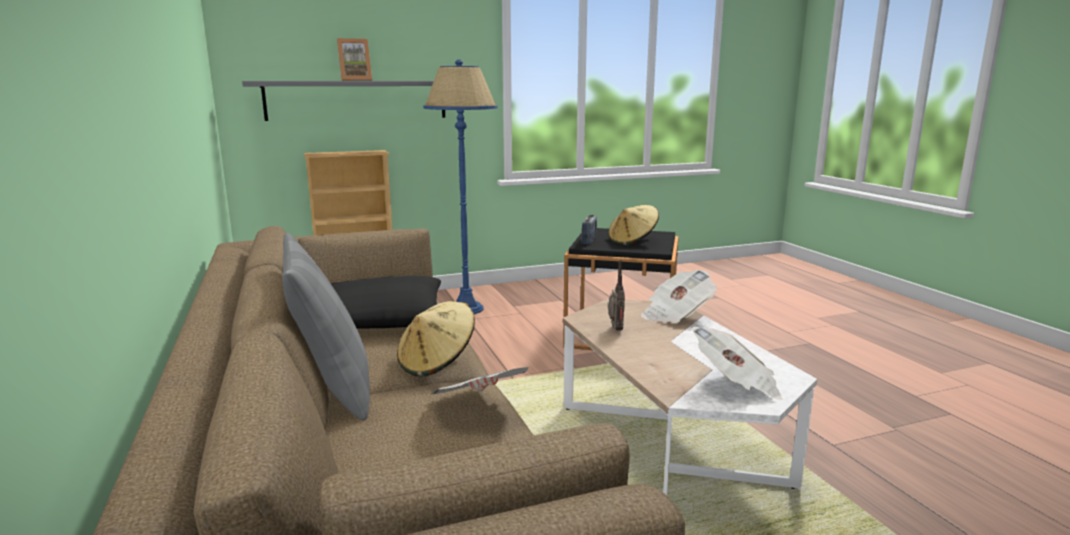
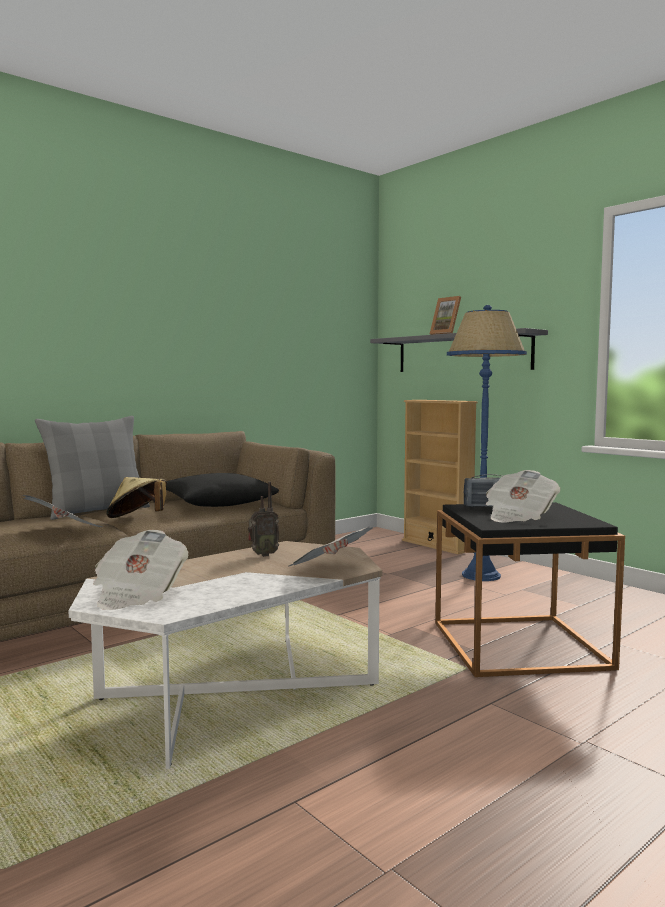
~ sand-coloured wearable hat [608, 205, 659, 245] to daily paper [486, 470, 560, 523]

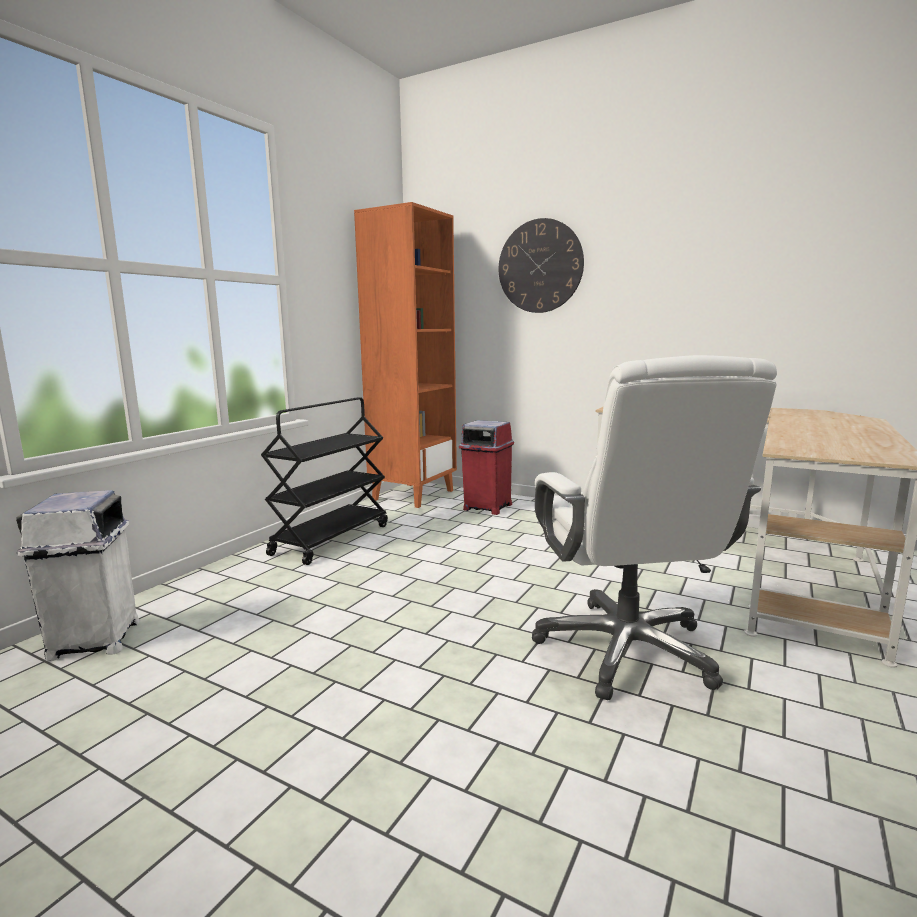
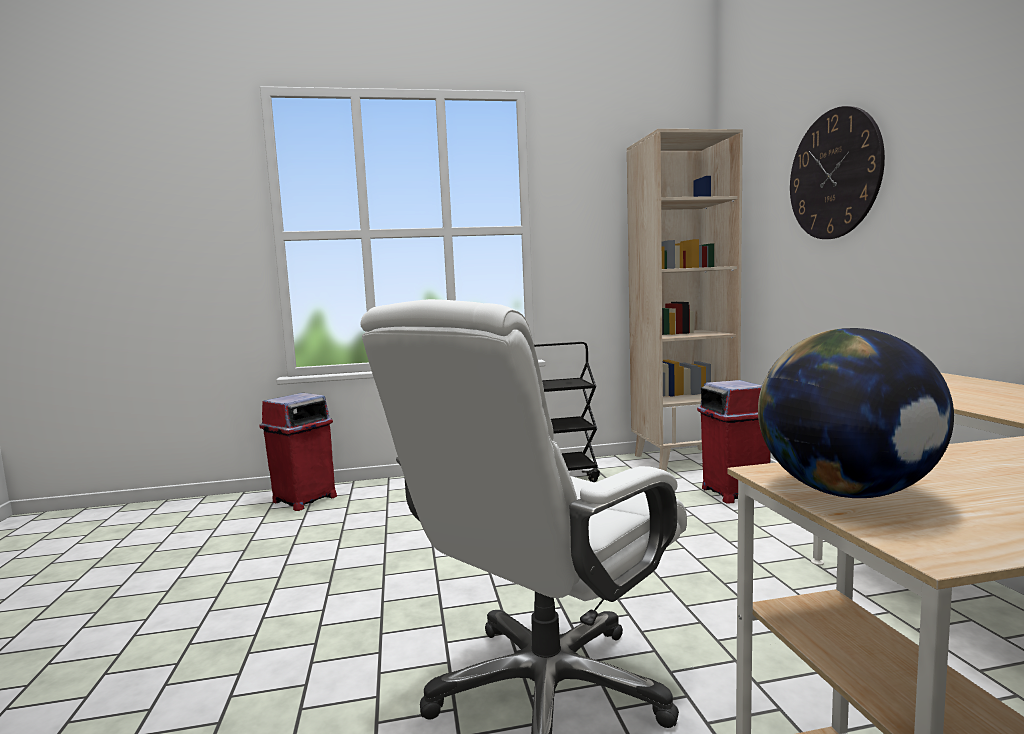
~ whitish trash can [16, 490, 139, 661] to red trash can [260, 393, 337, 511]
~ orange bookshelf [354, 202, 457, 508] to sand-coloured bookshelf [627, 129, 743, 471]
+ desk globe [758, 328, 954, 498]

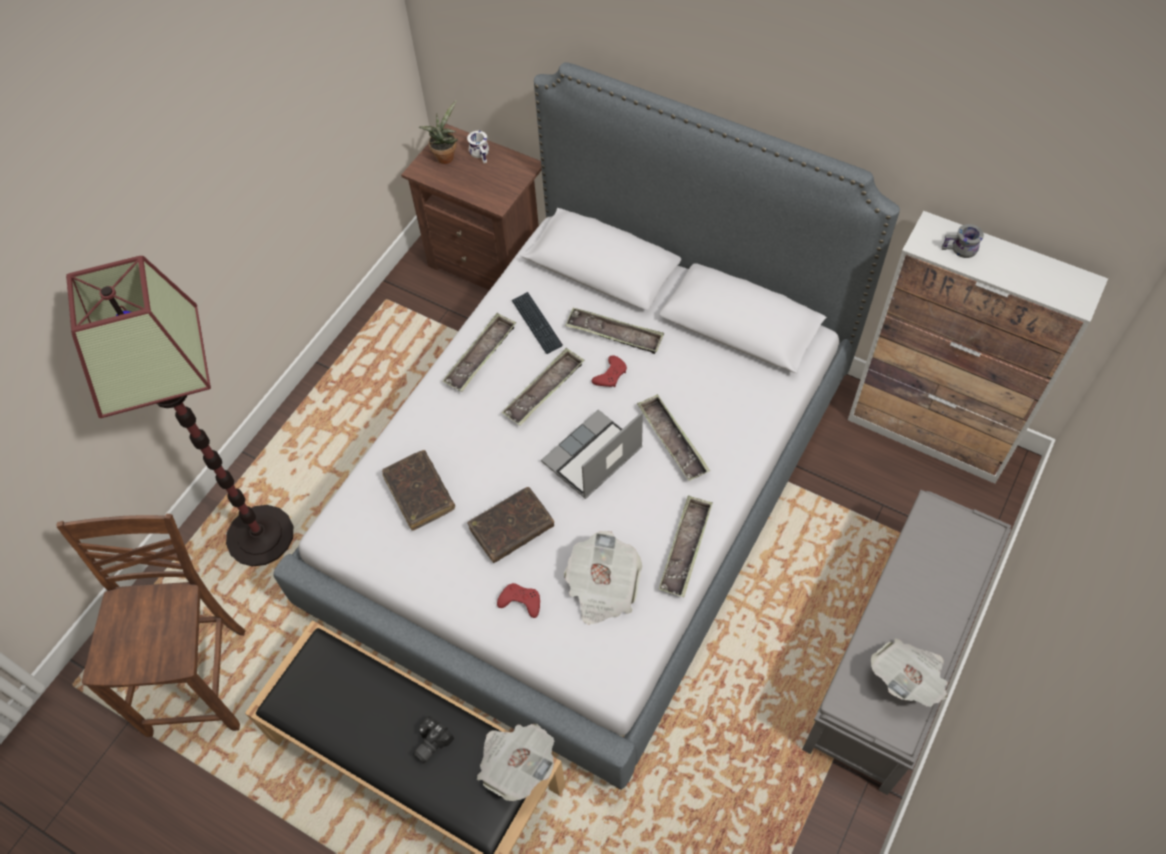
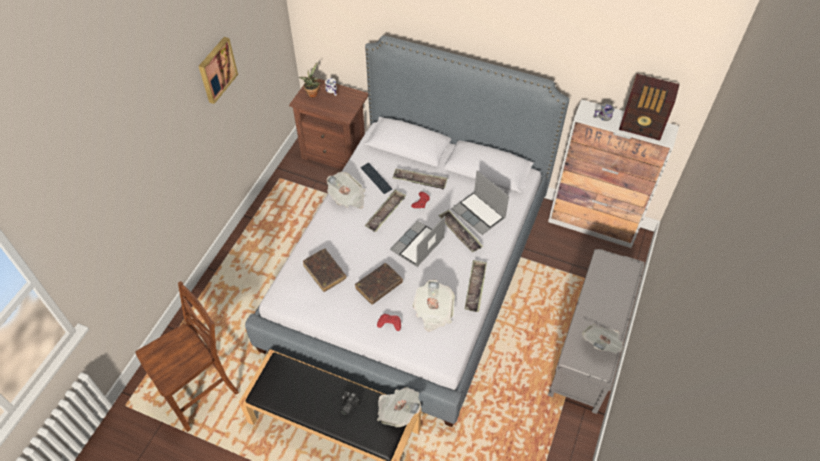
~ brown-coloured plain chair [57, 514, 246, 737] = [135, 281, 239, 432] 60 degrees clockwise
+ wall picture [199, 37, 238, 104]
~ carrying tray [443, 313, 516, 392] to daily paper [327, 172, 365, 209]
+ portable computer [452, 171, 509, 235]
+ radio set [619, 74, 680, 140]
- floor lamp [66, 256, 293, 566]

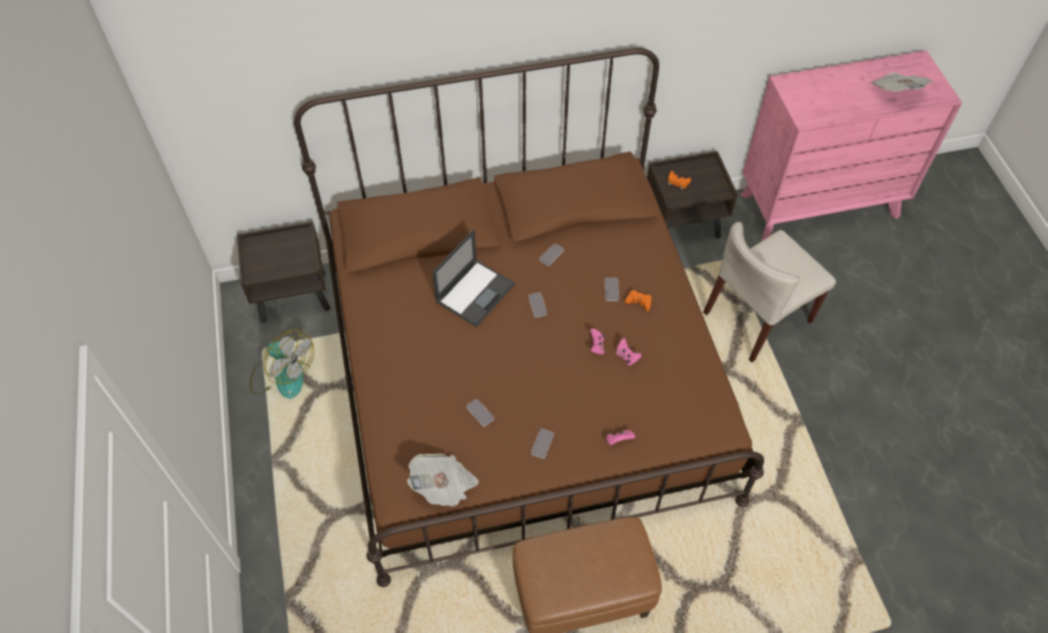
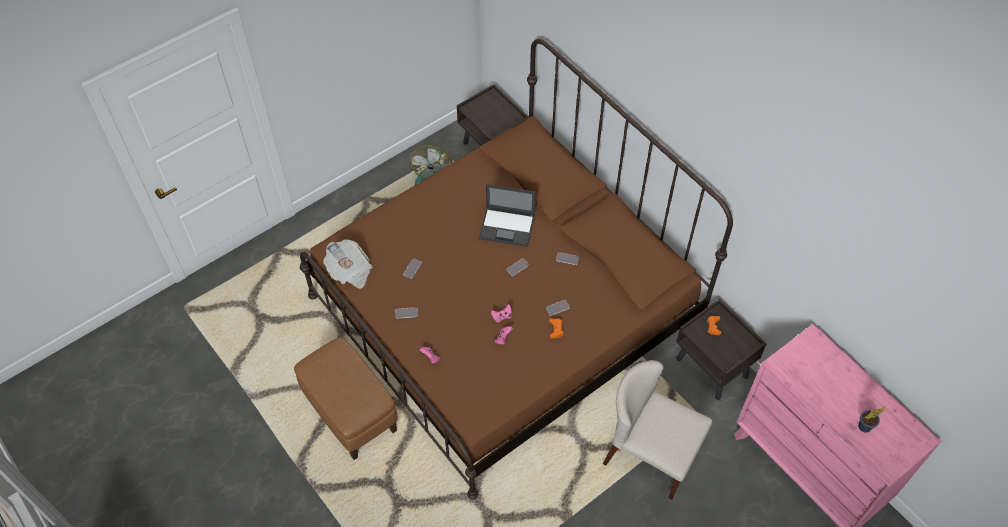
~ daily paper [871, 72, 933, 92] to houseplant [858, 407, 885, 432]

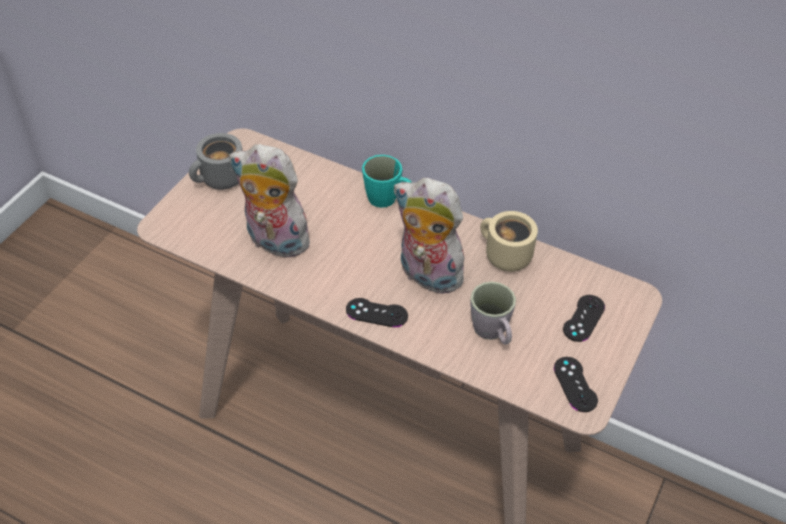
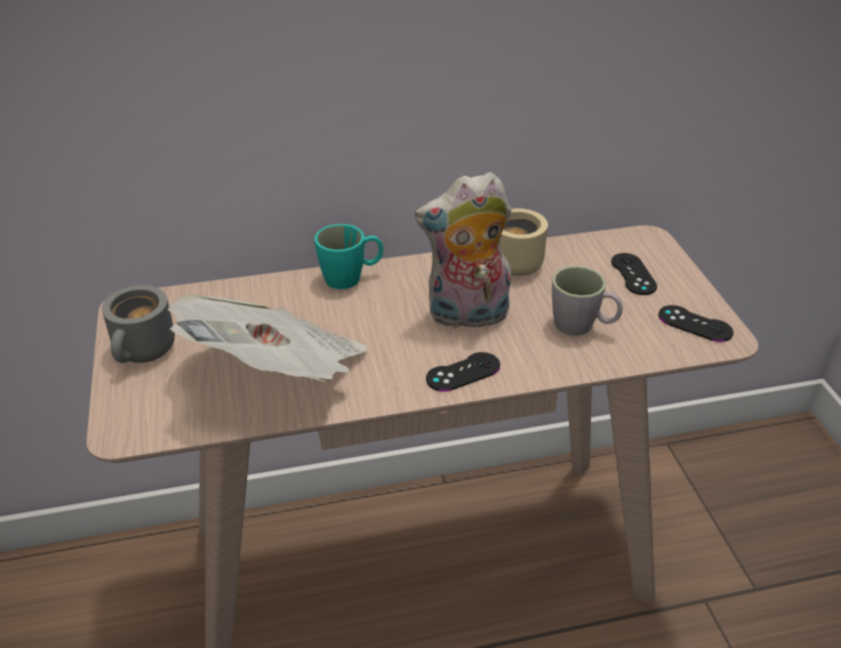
~ cuddly toy [229, 144, 313, 260] to daily paper [168, 294, 367, 382]

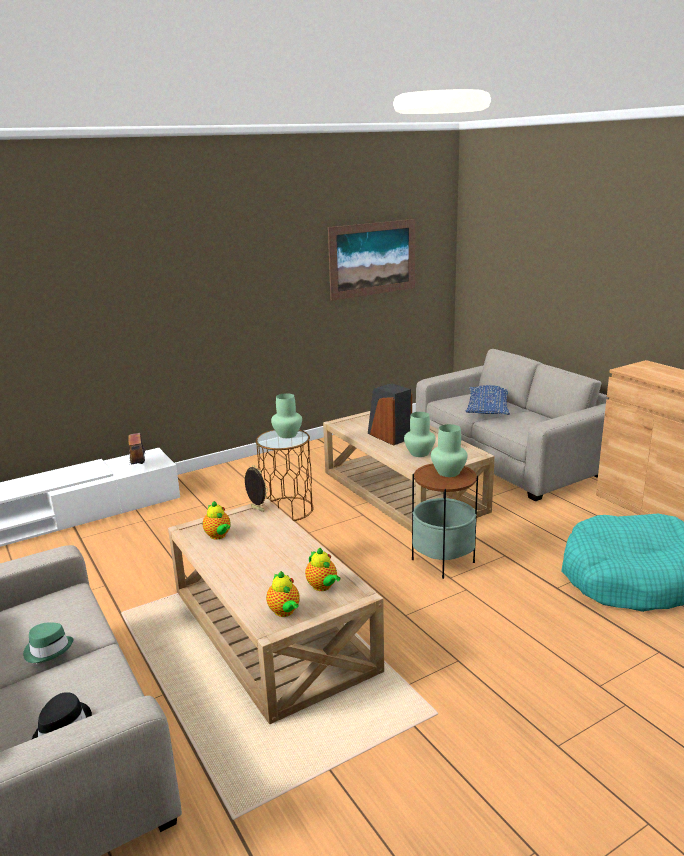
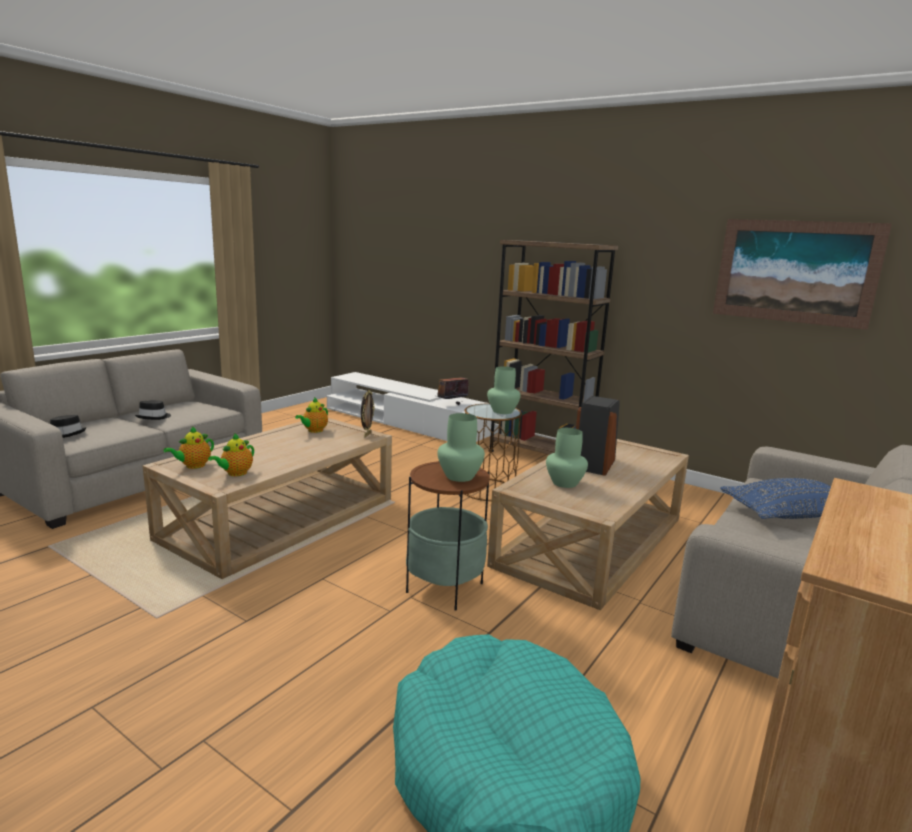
~ greenish wearable hat [23, 622, 73, 663] to blackish wearable hat [135, 400, 171, 420]
+ brown-coloured bookshelf [489, 240, 618, 455]

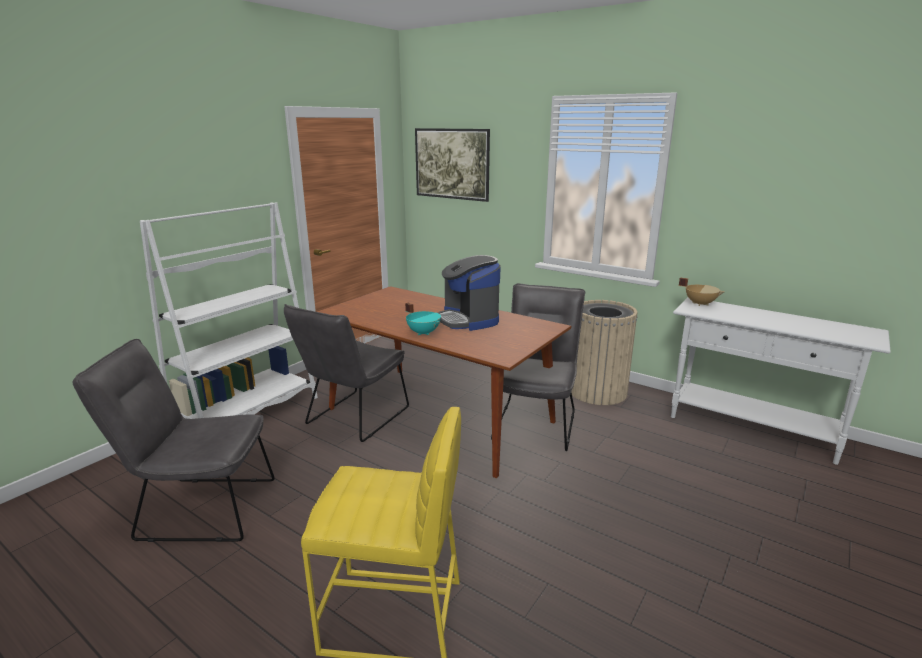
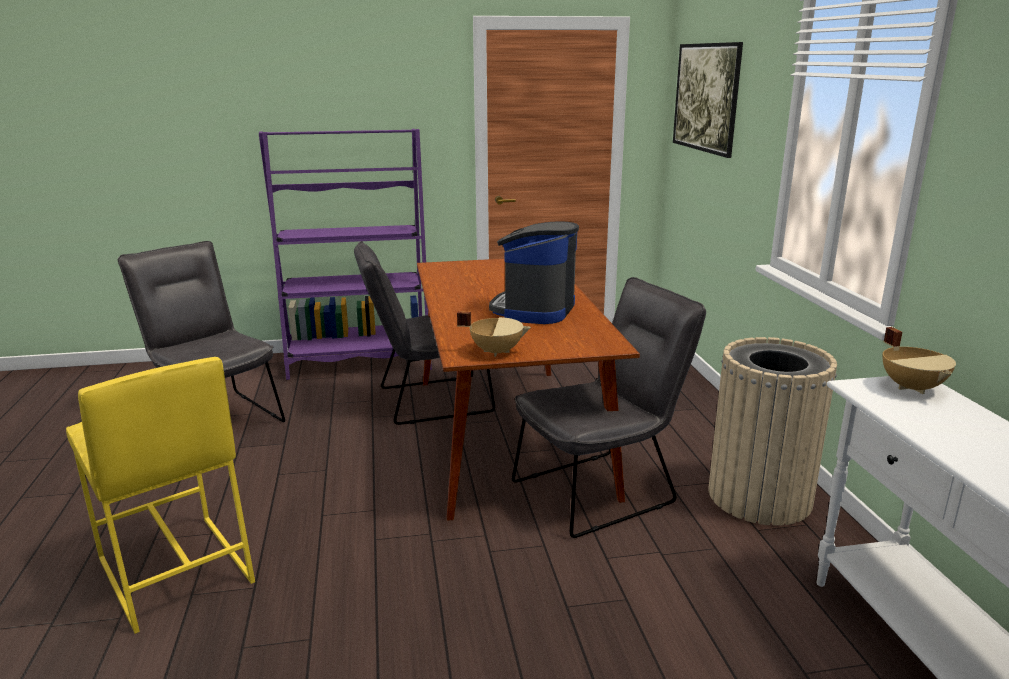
~ whitish bookshelf [140, 202, 318, 419] to purple bookshelf [259, 129, 432, 380]
+ sand-coloured stockpot [457, 311, 531, 357]
- blue-green stockpot [405, 303, 441, 335]

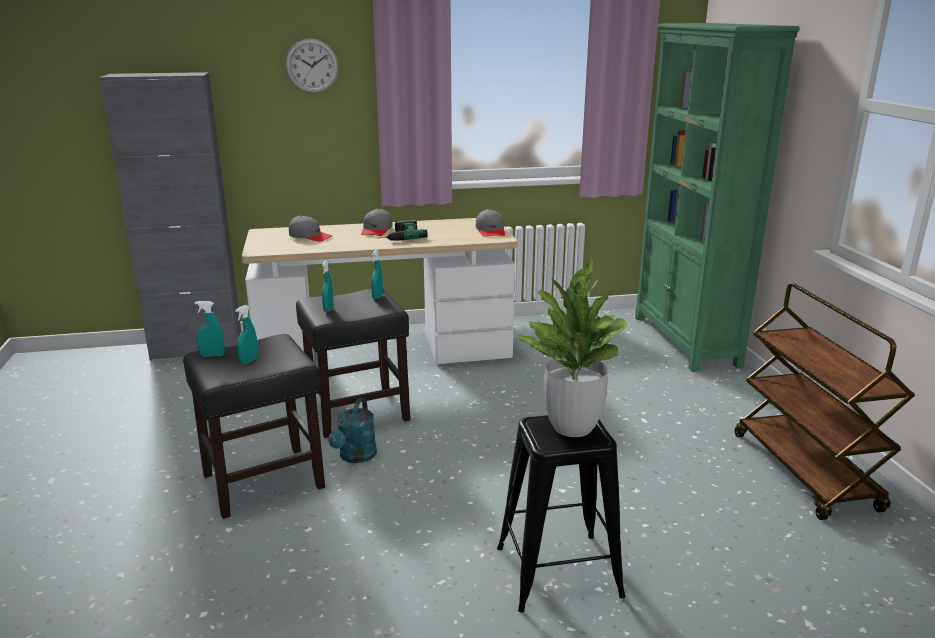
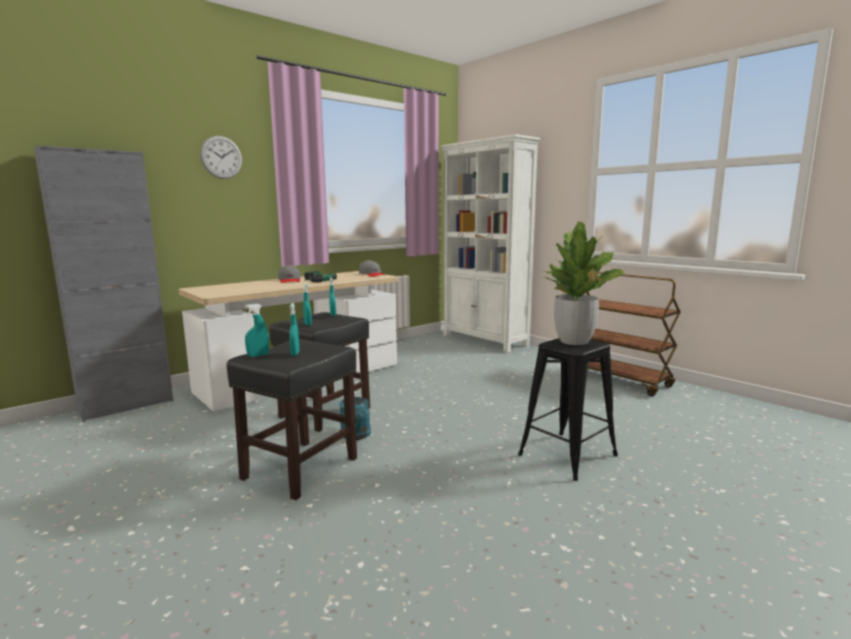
~ greenish bookshelf [635, 23, 800, 372] to whitish bookshelf [441, 134, 541, 352]
- grey peaked cap [289, 215, 332, 241]

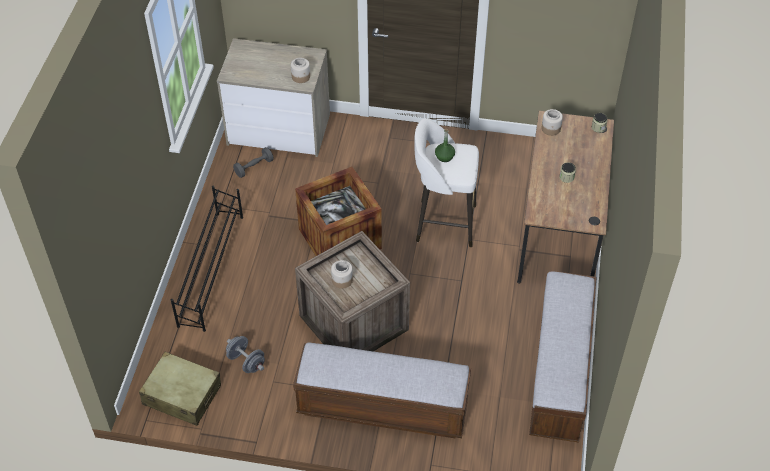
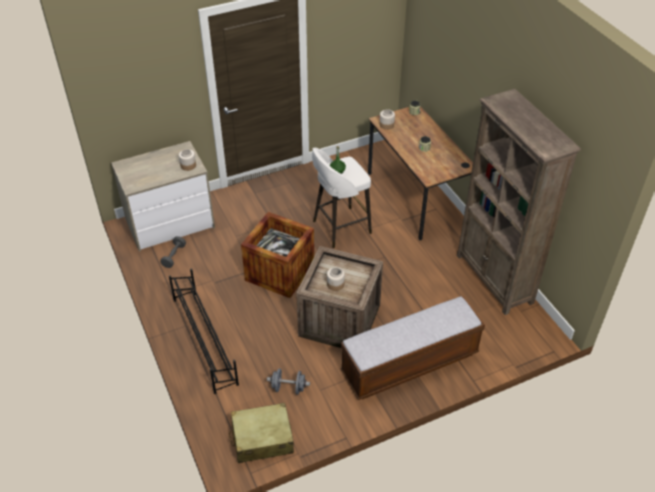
~ indoor bench [529, 270, 597, 443] to brown-coloured bookshelf [457, 89, 581, 315]

